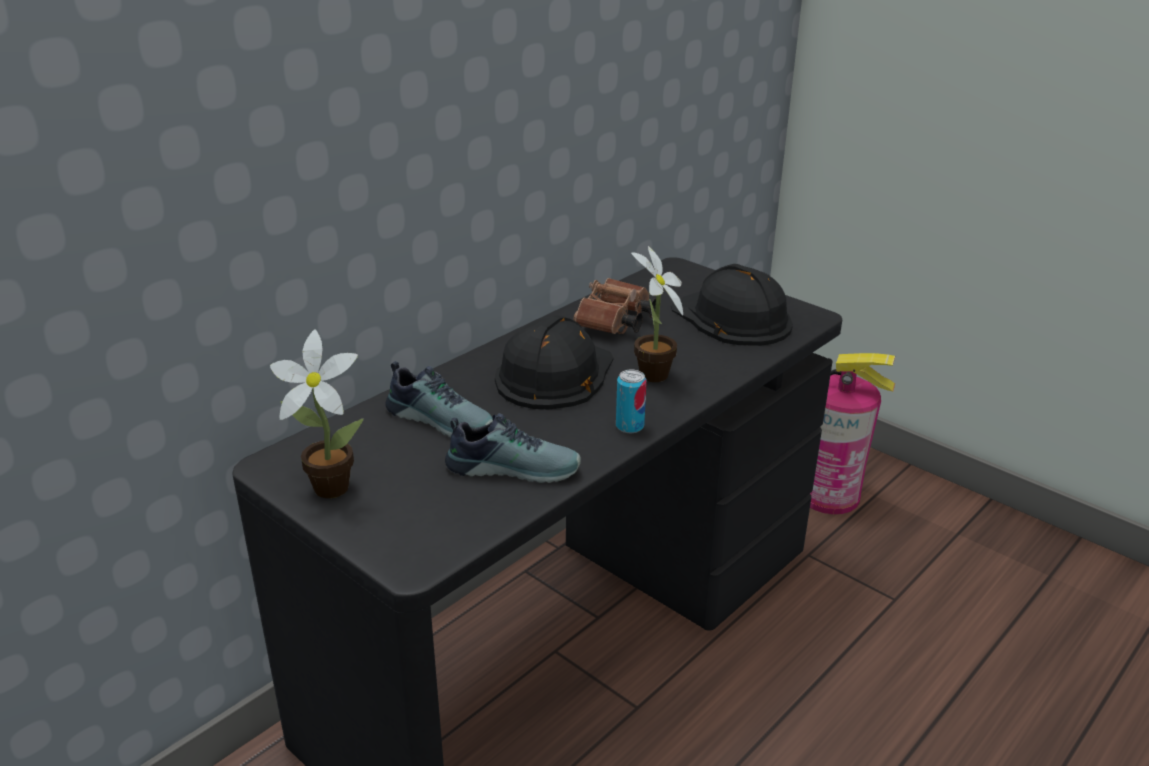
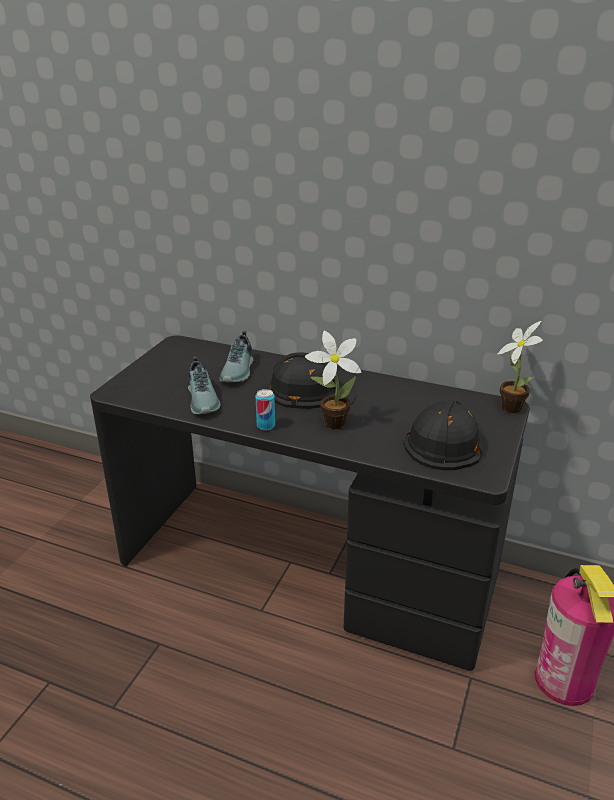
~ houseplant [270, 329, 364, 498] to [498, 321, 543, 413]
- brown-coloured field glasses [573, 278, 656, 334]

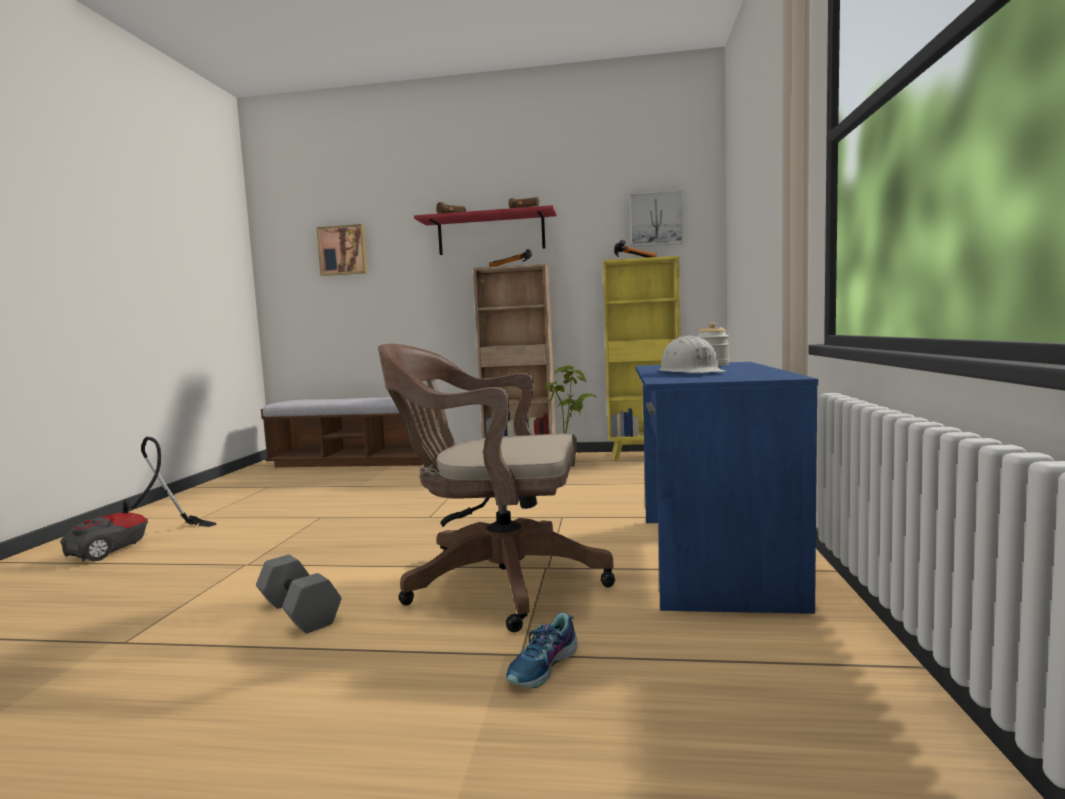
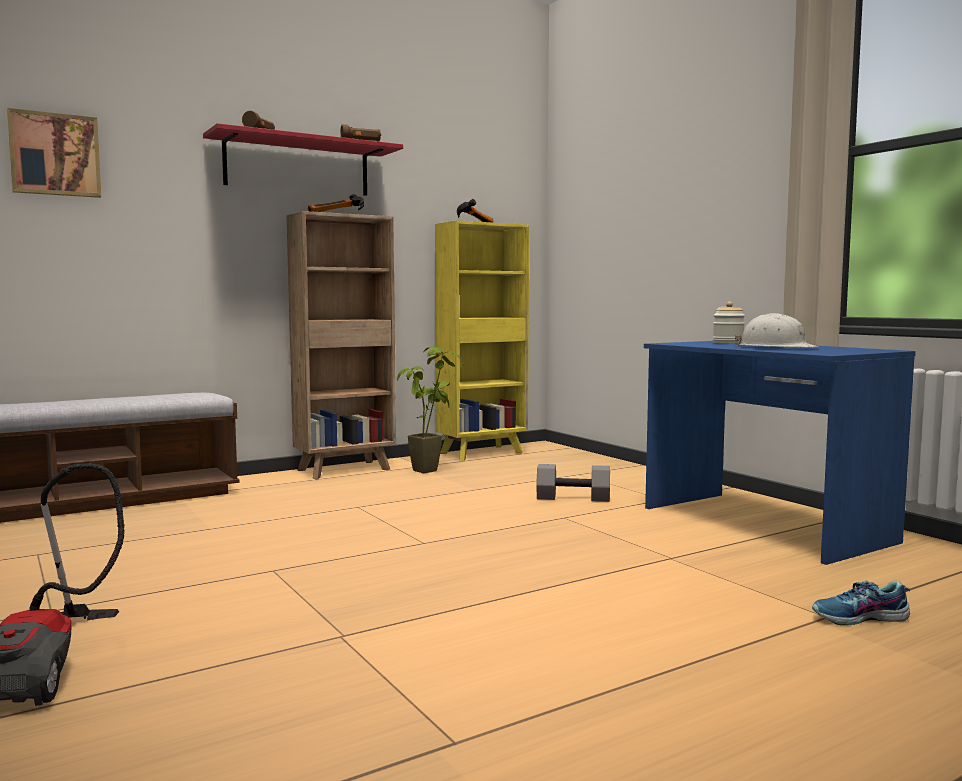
~ grey dumbbell [256, 555, 342, 634] to [536, 464, 610, 502]
~ item of footwear [506, 612, 578, 688] = [812, 580, 910, 625] 90 degrees clockwise
- brown-coloured office chair [378, 344, 615, 632]
- wall picture [630, 190, 683, 247]

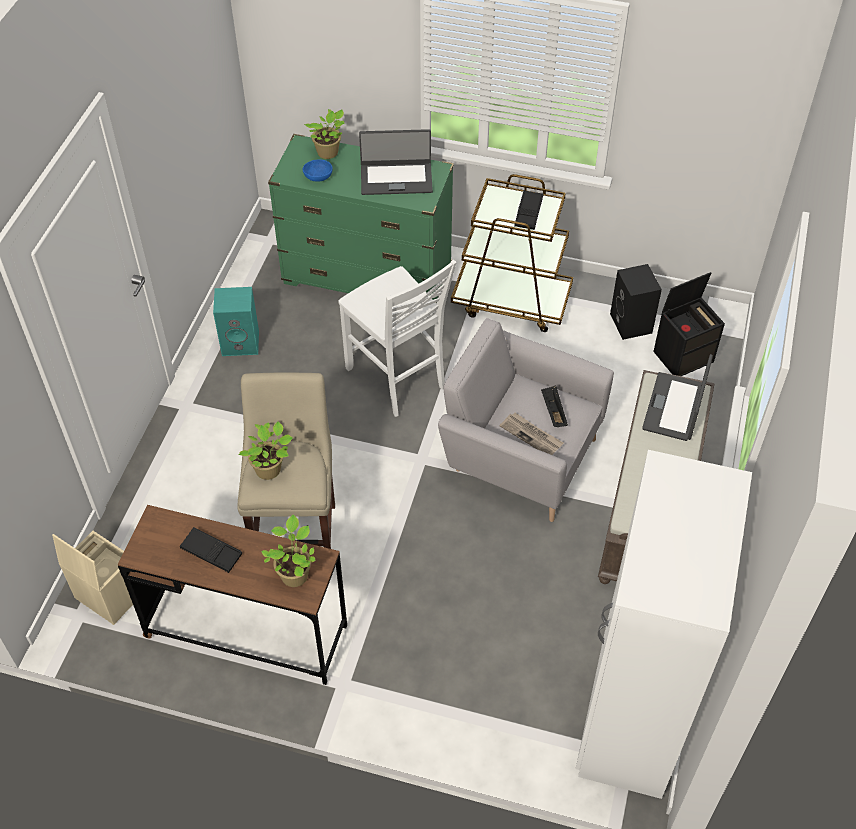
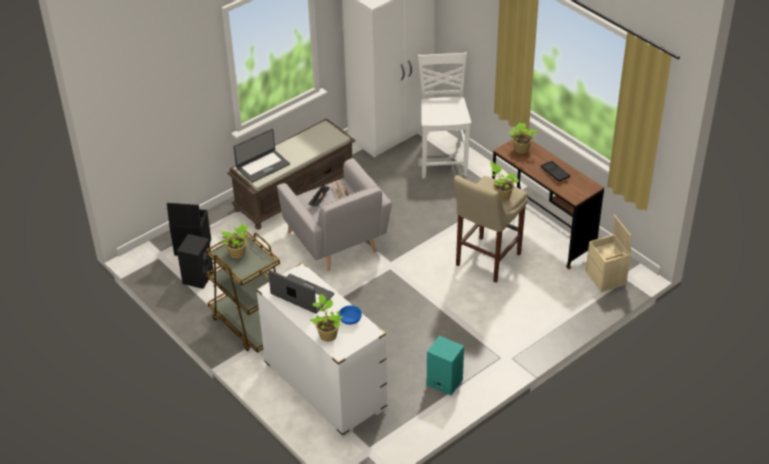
~ blackish carrying tray [514, 190, 543, 230] to houseplant [221, 223, 248, 259]
~ greenish chest of drawers [268, 134, 454, 300] to whitish chest of drawers [256, 262, 388, 438]
~ whitish plain chair [338, 260, 457, 417] to [418, 52, 471, 179]

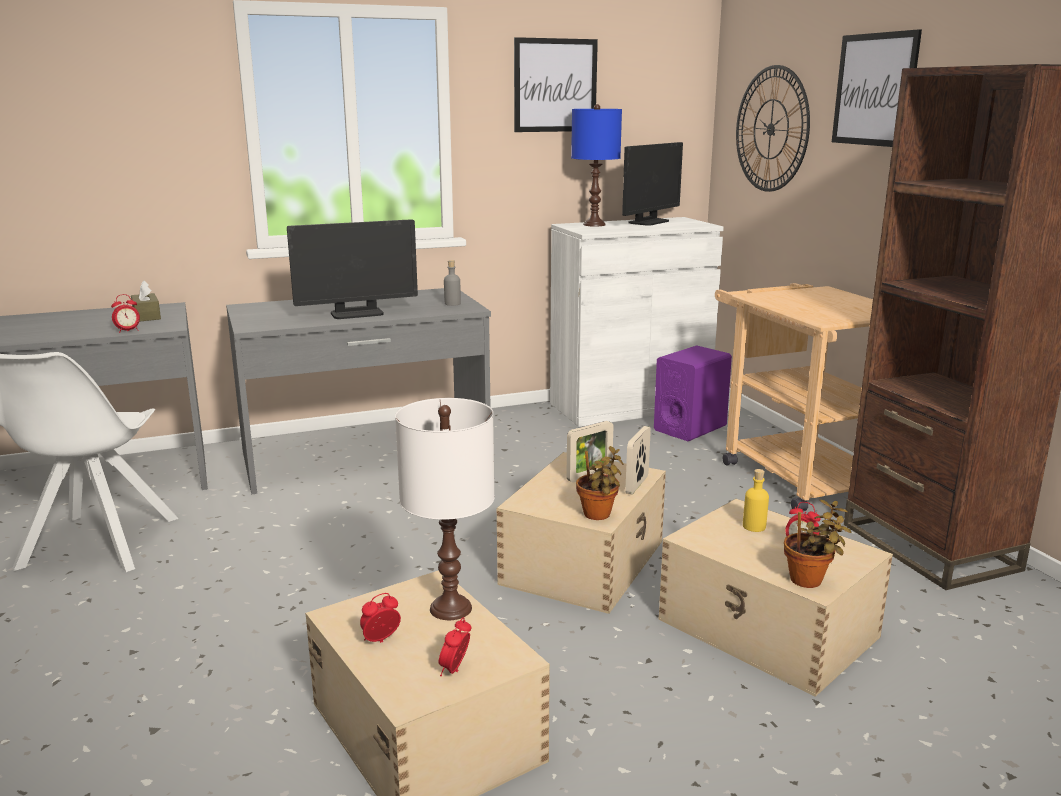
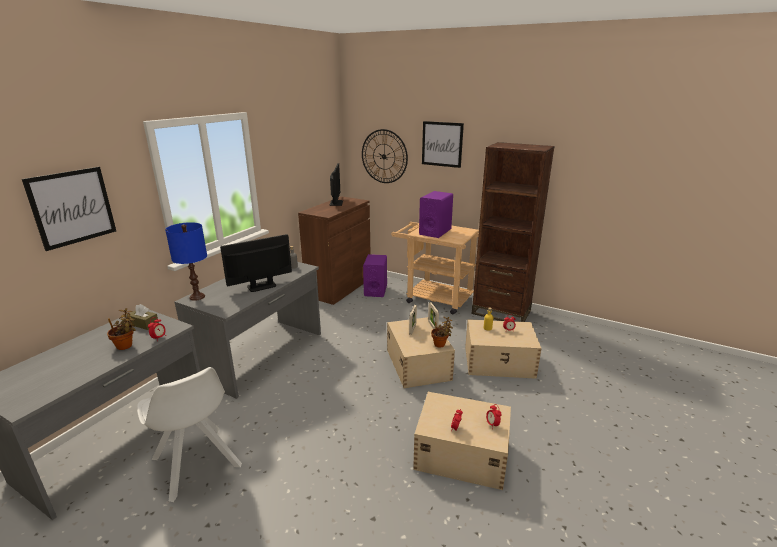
~ wall picture [514, 37, 598, 132] to [22, 167, 116, 251]
~ houseplant [784, 500, 851, 588] to [107, 308, 136, 350]
~ blue-coloured table lamp [571, 104, 622, 226] to [165, 222, 207, 301]
~ monitor [287, 219, 418, 319] = [220, 234, 292, 292] 150 degrees counterclockwise
~ whitish cabinet [550, 217, 724, 427] to brown-coloured cabinet [298, 196, 370, 305]
+ purple audio speaker [419, 191, 453, 238]
- whitish table lamp [395, 398, 495, 620]

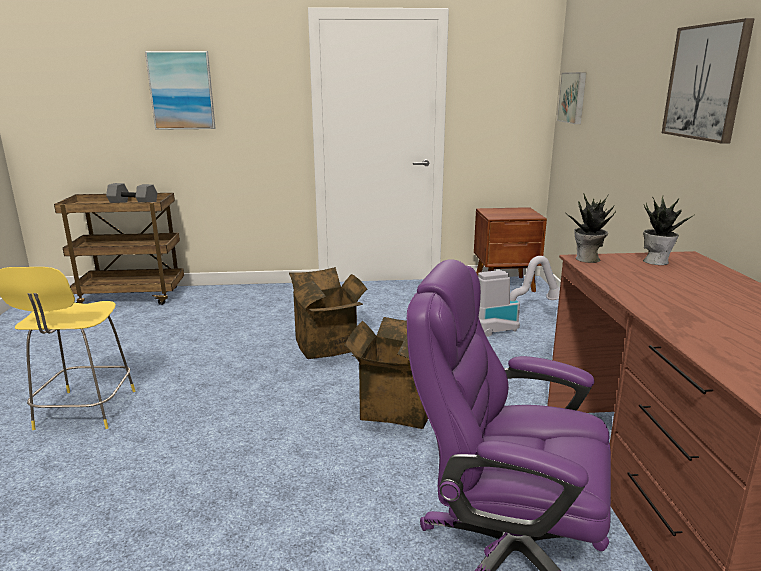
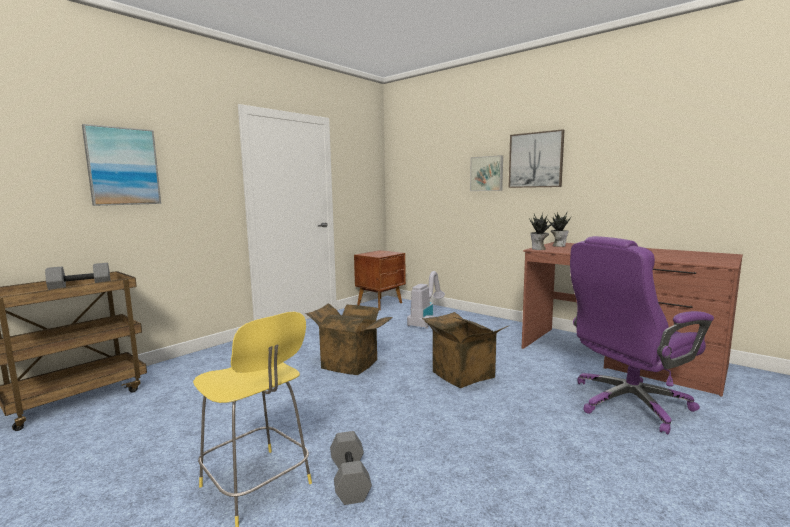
+ grey dumbbell [330, 431, 372, 505]
~ wall picture [557, 72, 586, 124] to [470, 155, 503, 191]

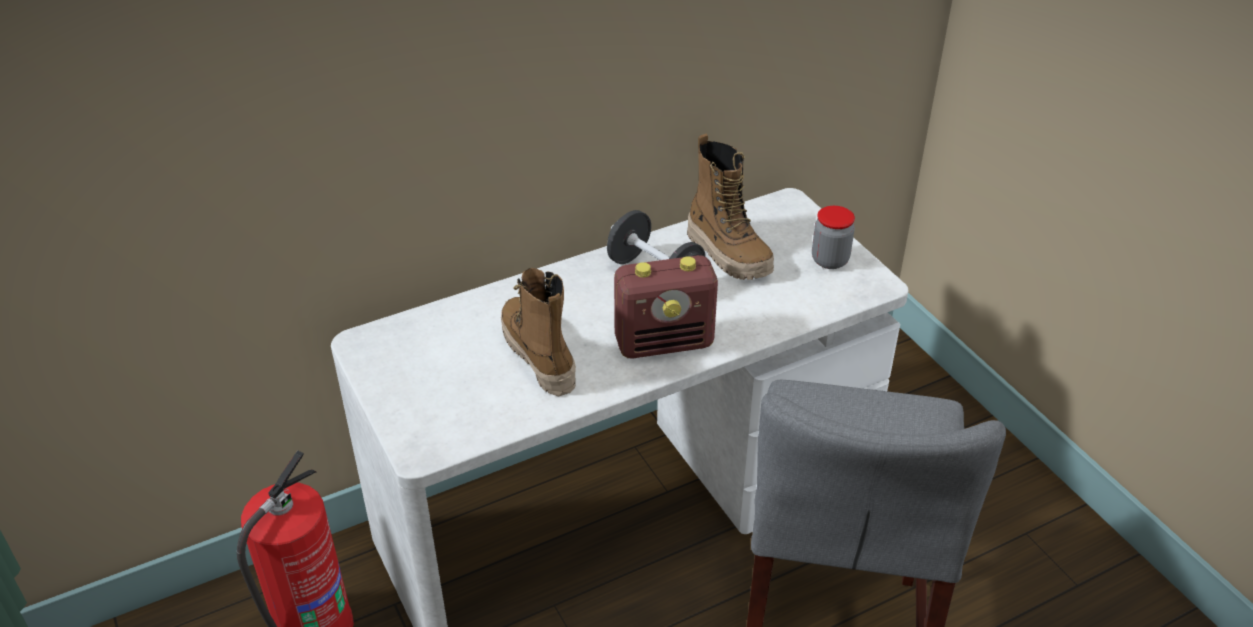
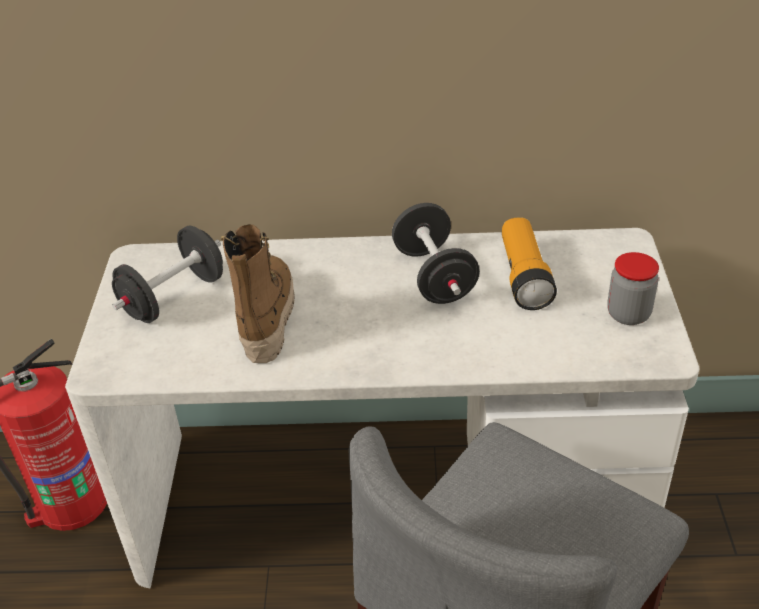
+ blackish dumbbell [112, 226, 223, 323]
~ tall boot [687, 133, 774, 280] to torch [502, 217, 557, 310]
- radio set [614, 255, 718, 359]

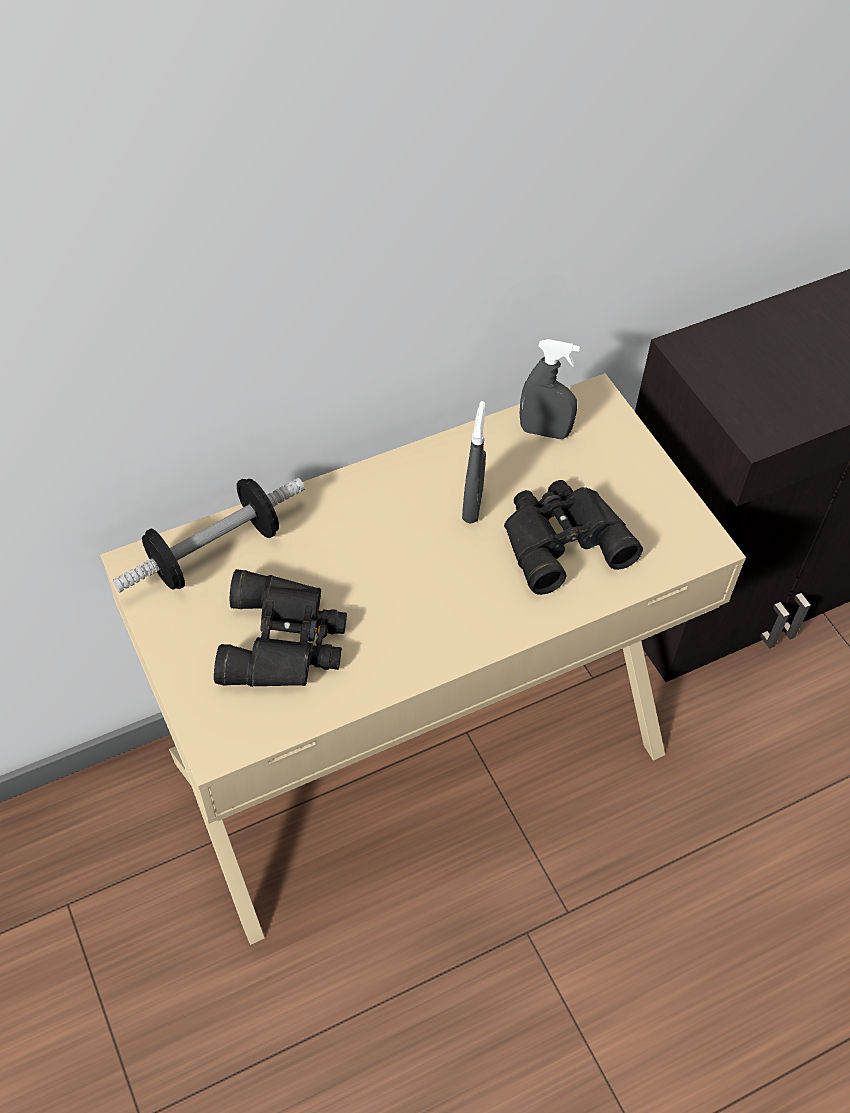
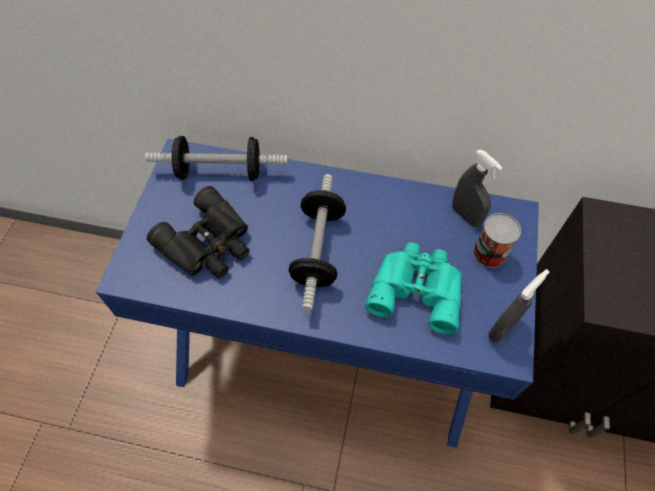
~ sand-coloured desk unit [100, 373, 746, 945] to blue-coloured desk unit [96, 139, 539, 448]
+ dumbbell [289, 174, 346, 311]
~ blackish field glasses [504, 480, 643, 595] to blue-green field glasses [365, 242, 462, 334]
+ can [473, 213, 521, 268]
~ grey spray bottle [462, 401, 486, 524] to [488, 269, 549, 342]

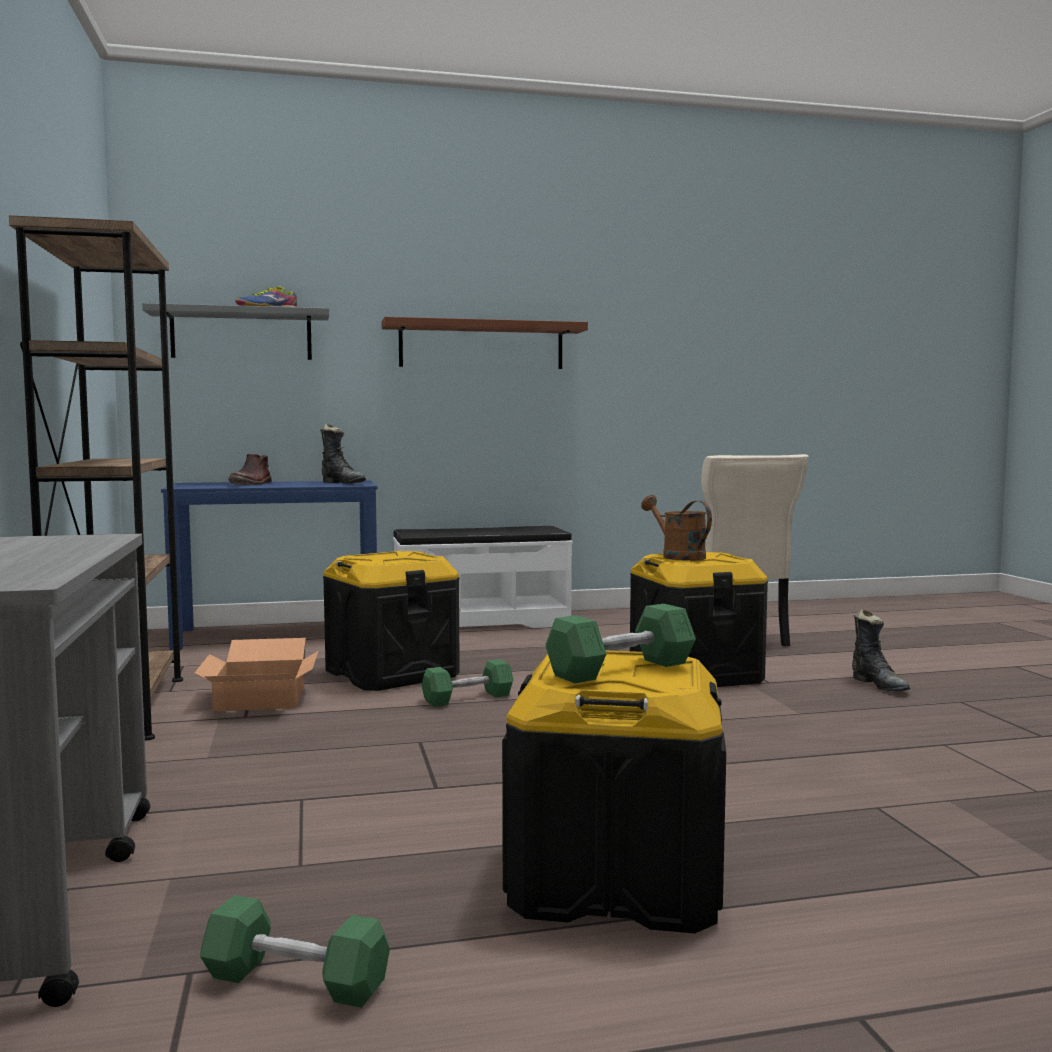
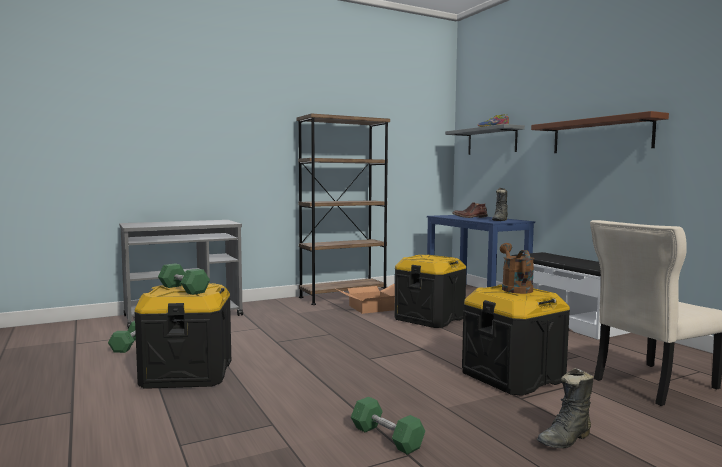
~ greenish dumbbell [422, 659, 513, 707] to [351, 397, 425, 455]
~ brown-coloured watering pot [641, 495, 712, 561] = [500, 243, 534, 294] 45 degrees counterclockwise

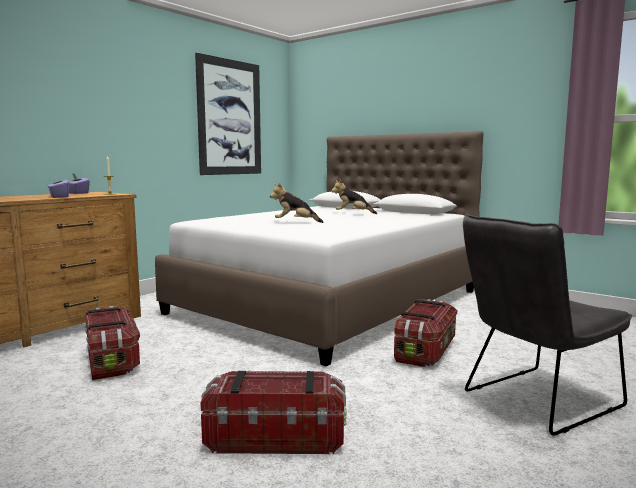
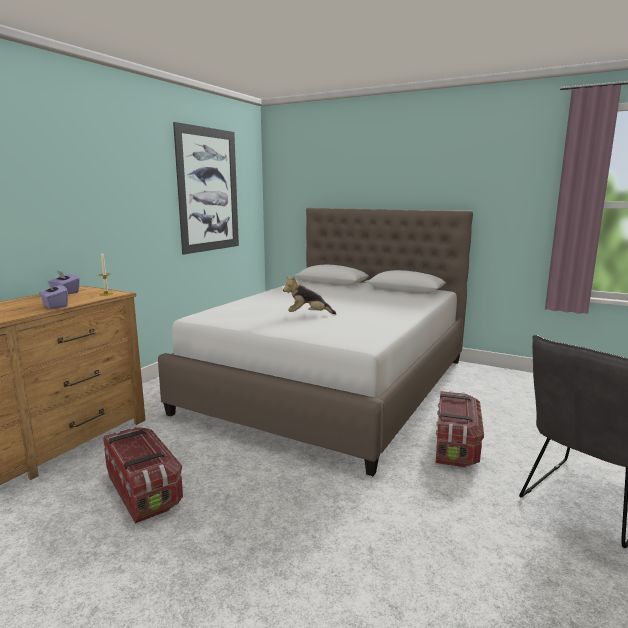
- storage bin [200, 371, 347, 454]
- cuddly toy [331, 179, 377, 214]

